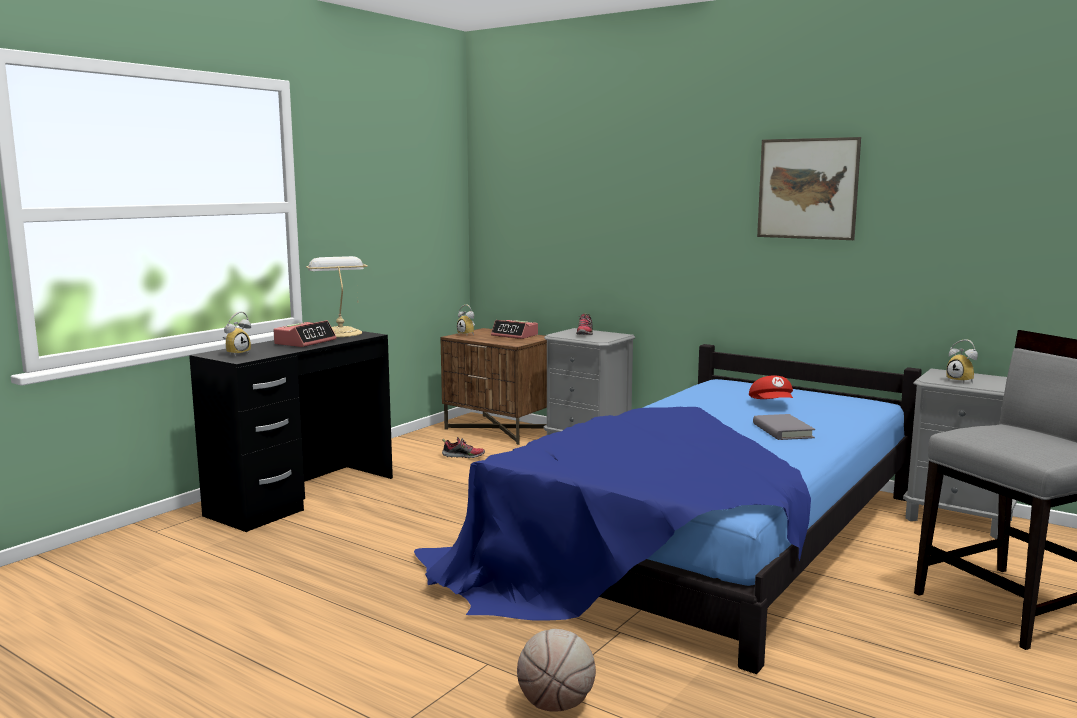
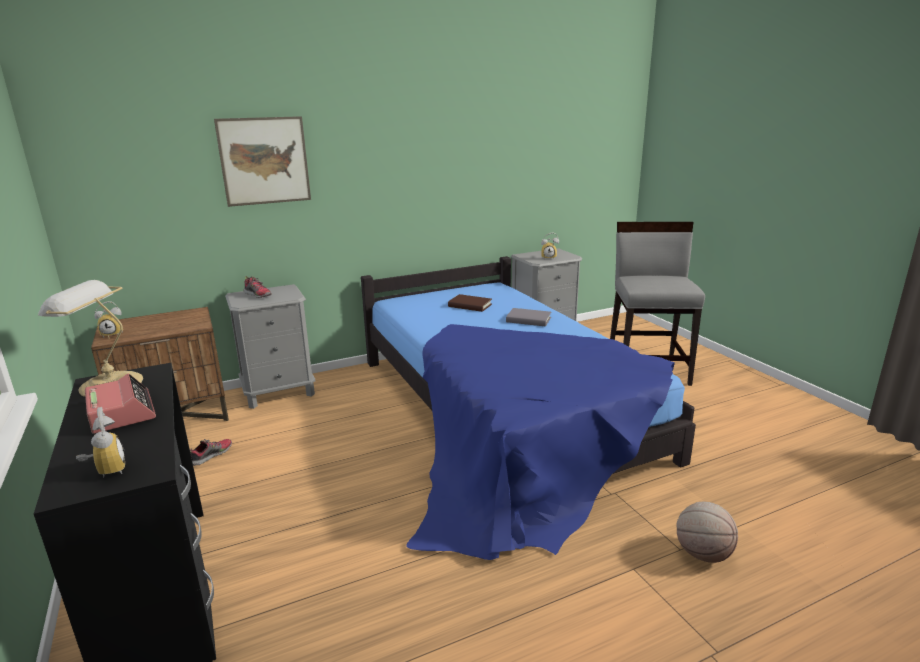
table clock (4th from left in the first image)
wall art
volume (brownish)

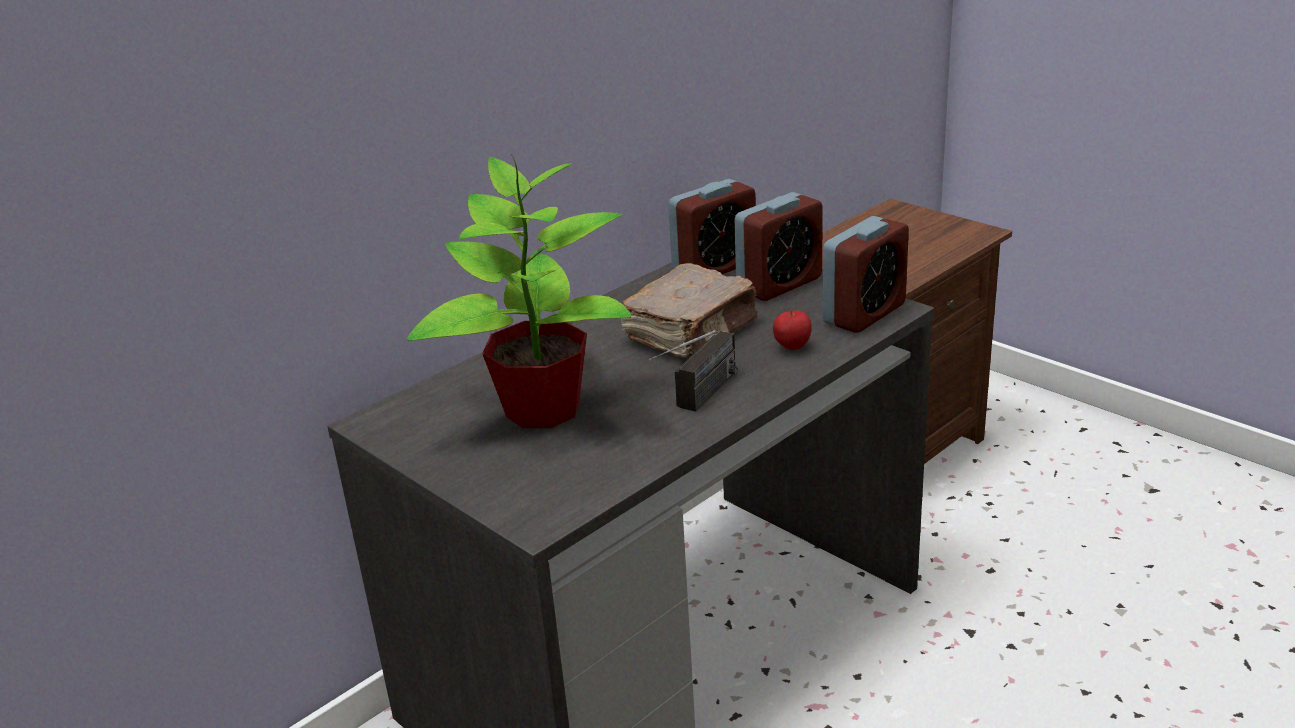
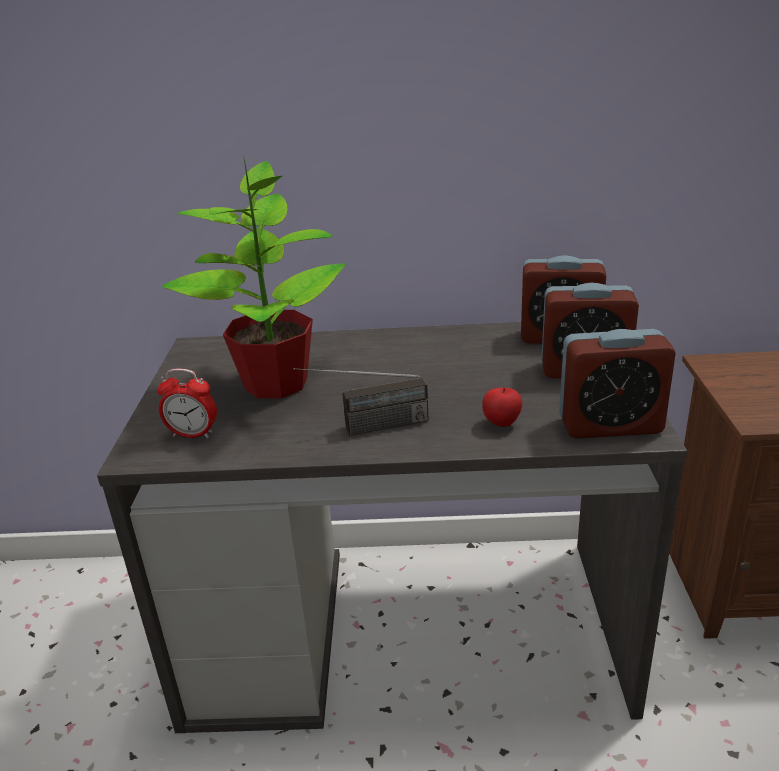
volume (brownish)
table clock (1st from left)

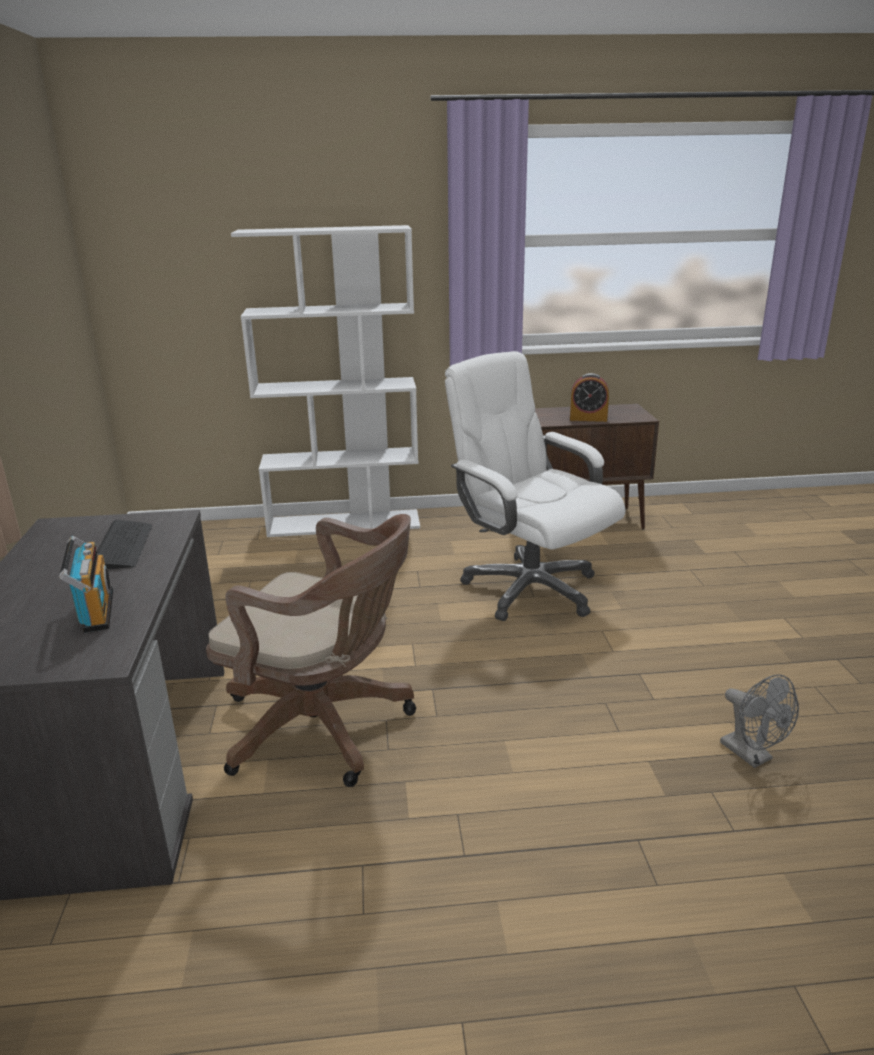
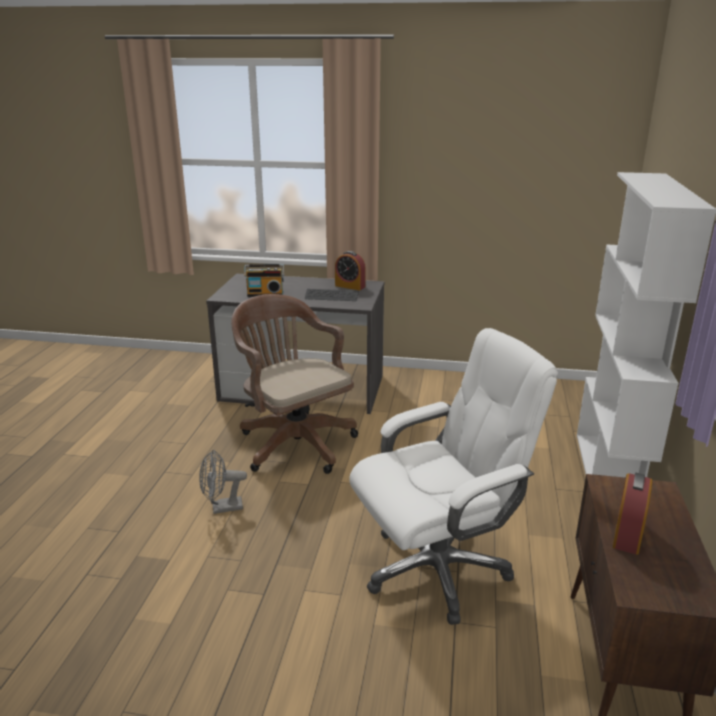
table clock (1st from left)
cooling fan (greyish)
office chair (brownish)

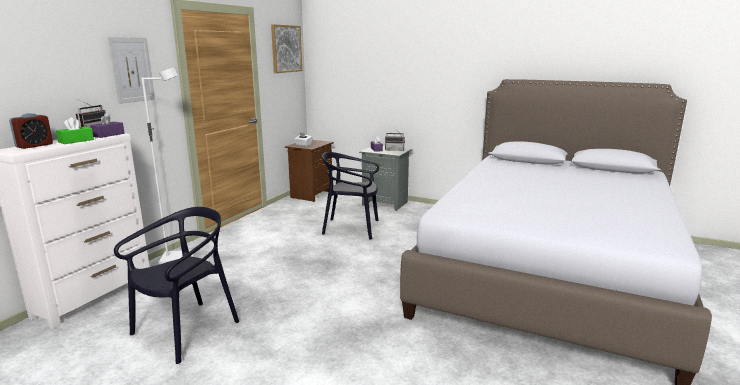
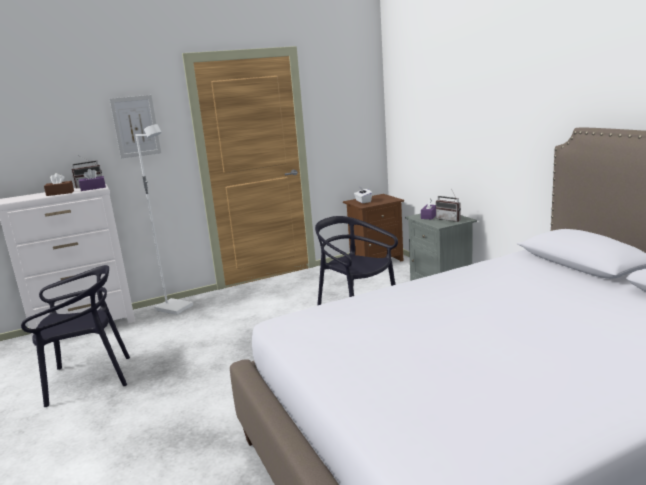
table clock
wall art (2nd from left in the first image)
tissue holder (brownish)

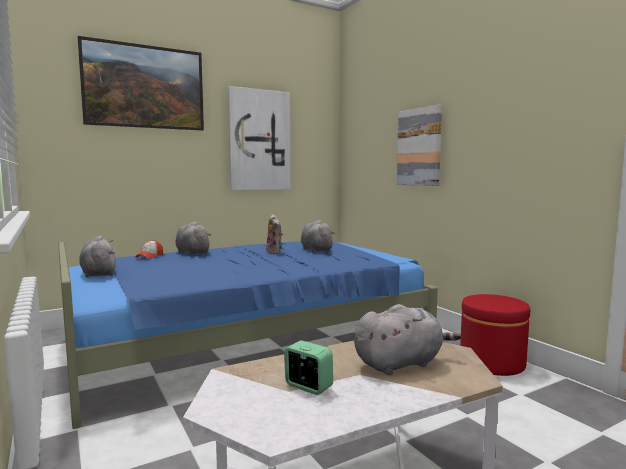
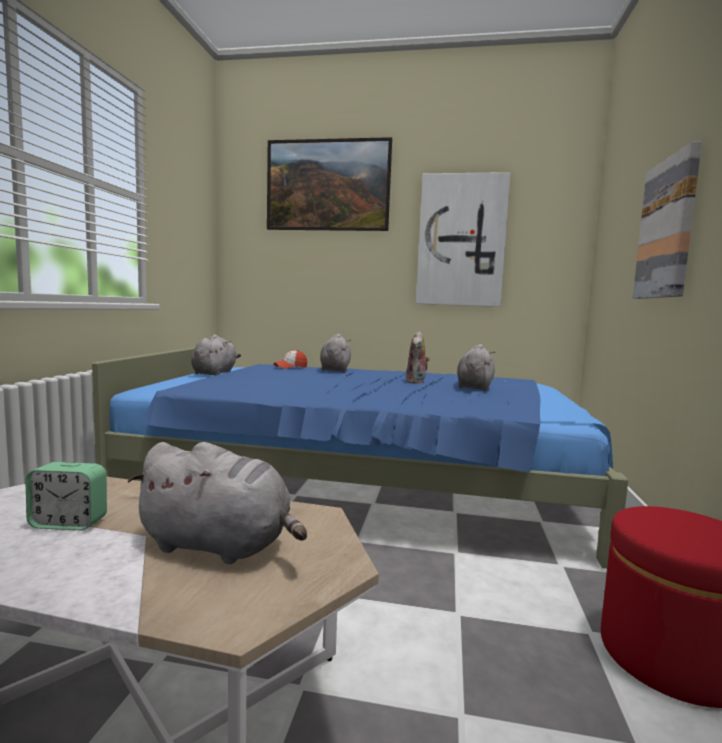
table clock

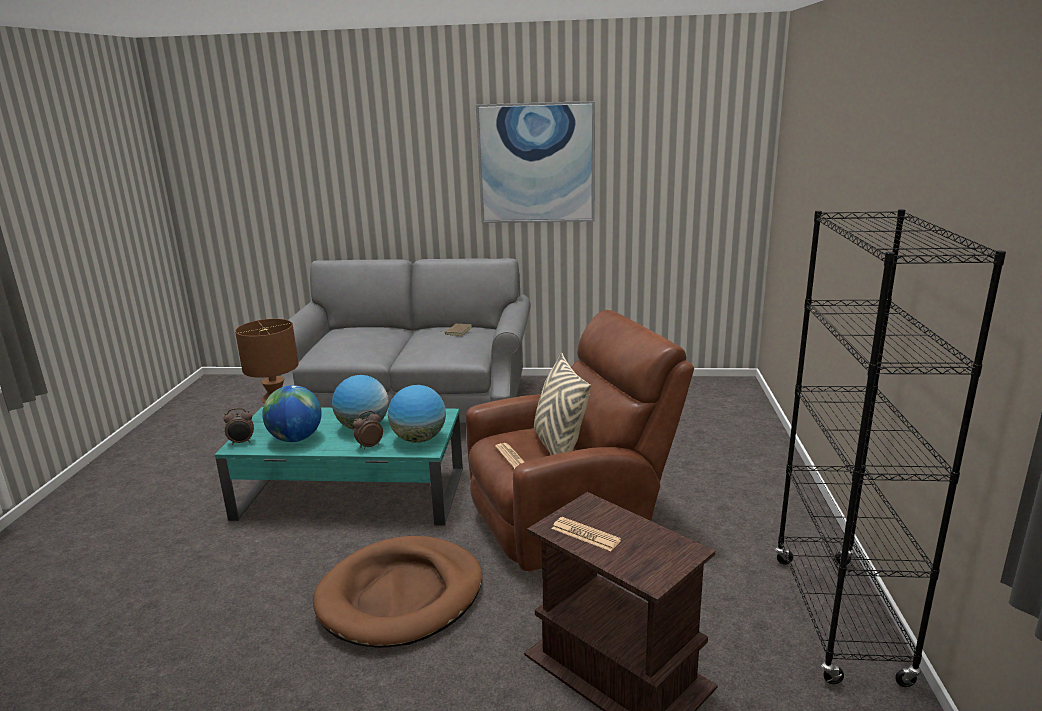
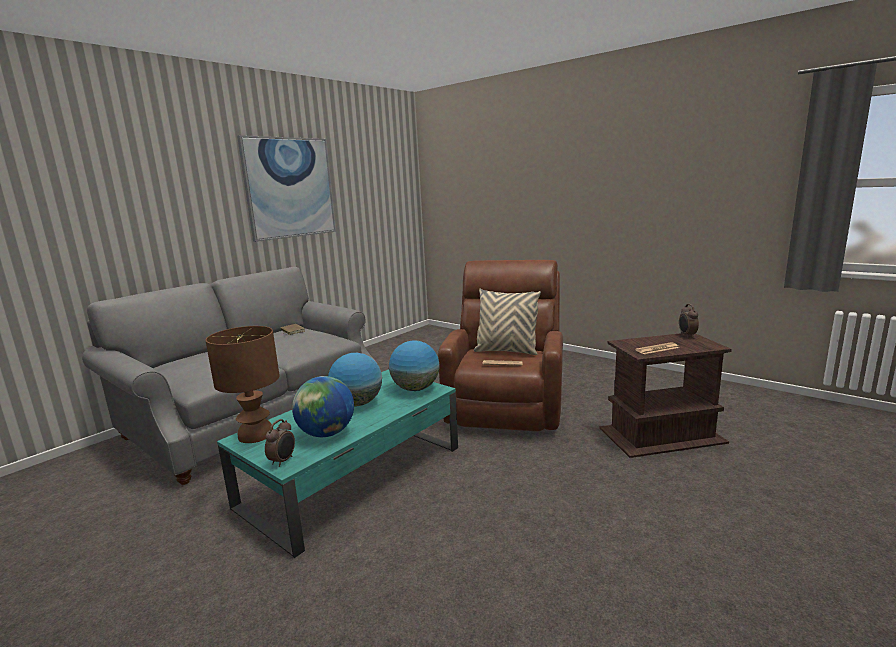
dog cushion (brownish)
shelving unit (black-coloured)
table clock (2nd from left)

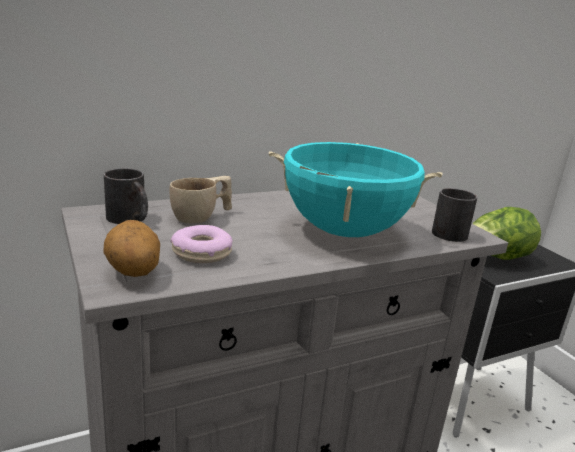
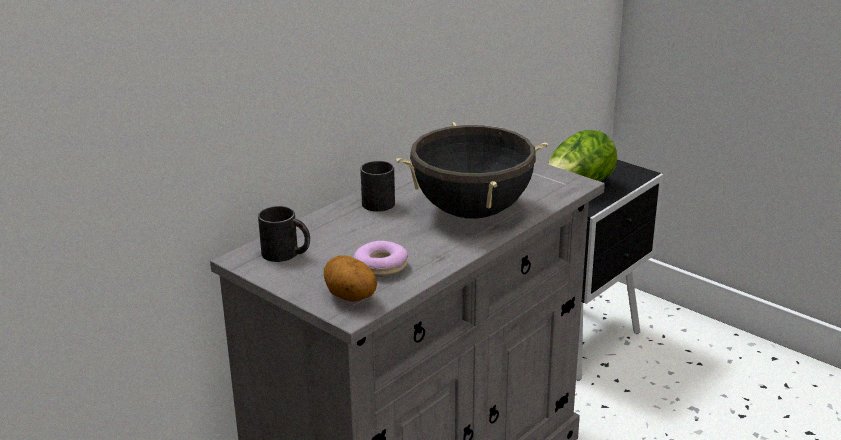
small cup (beige-coloured)
tea mug (black-coloured) (2nd from left)
cooking pot (black-coloured)

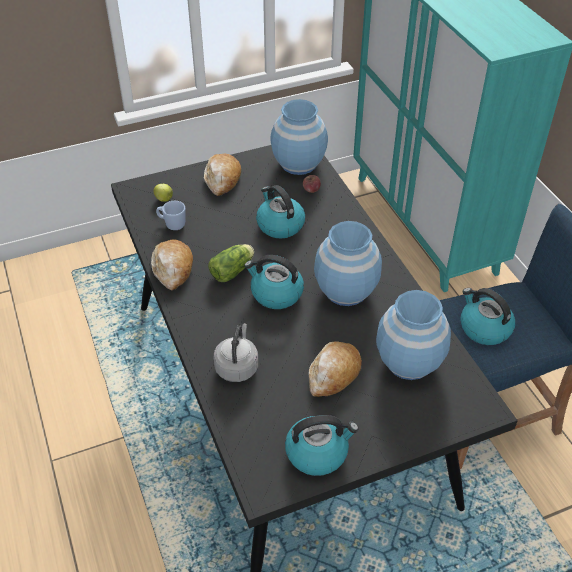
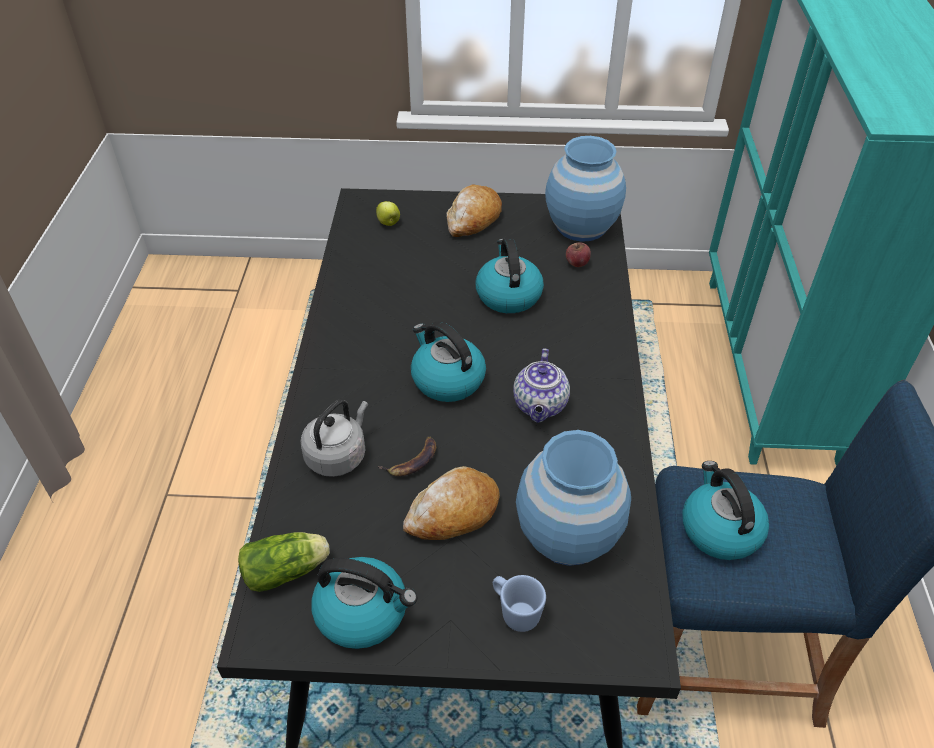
bread (1st from left in the first image)
banana
tea mug (blue)
lettuce
teapot

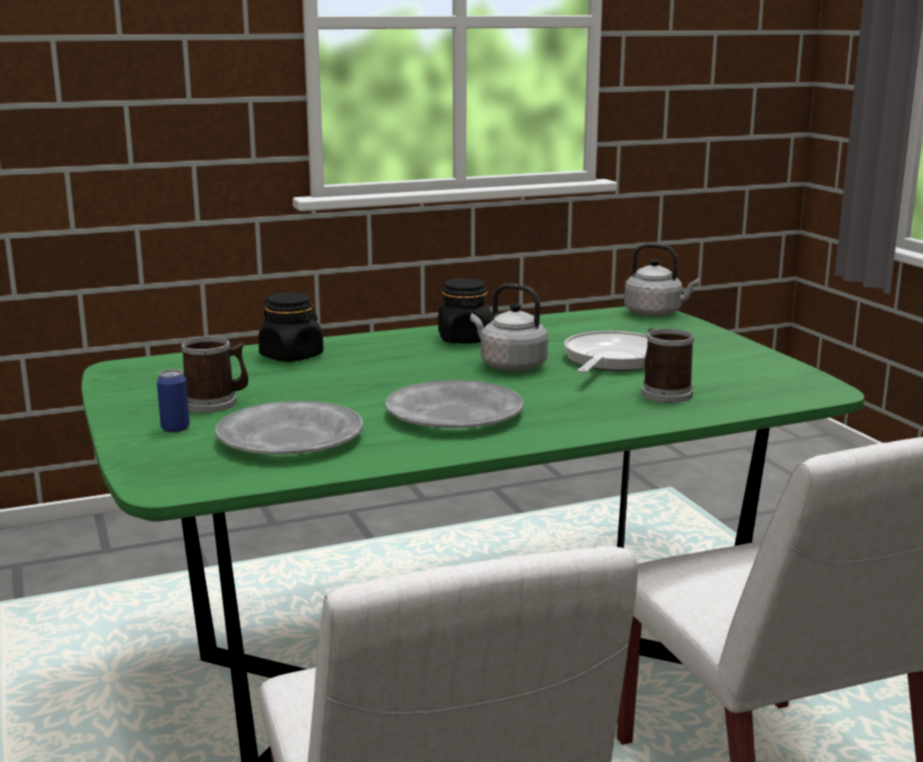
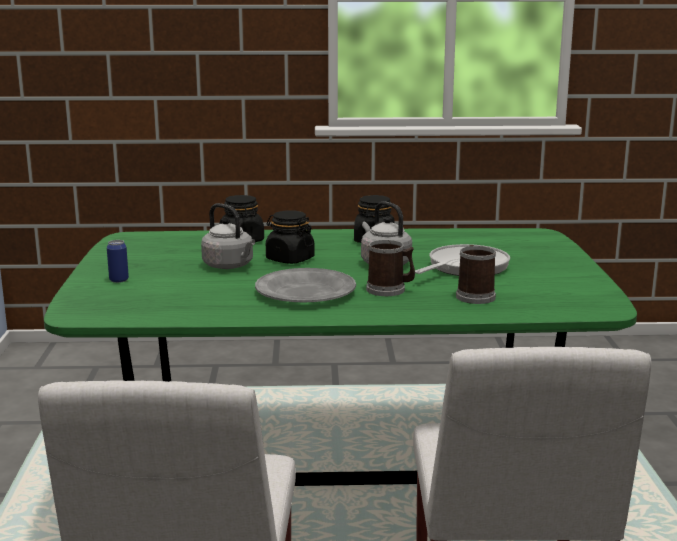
dinner plate (greyish) (1st from left in the first image)
preserve jar (black-coloured) (2nd from left)
tea mug (1st from left)
kettle (greyish) (1st from left)

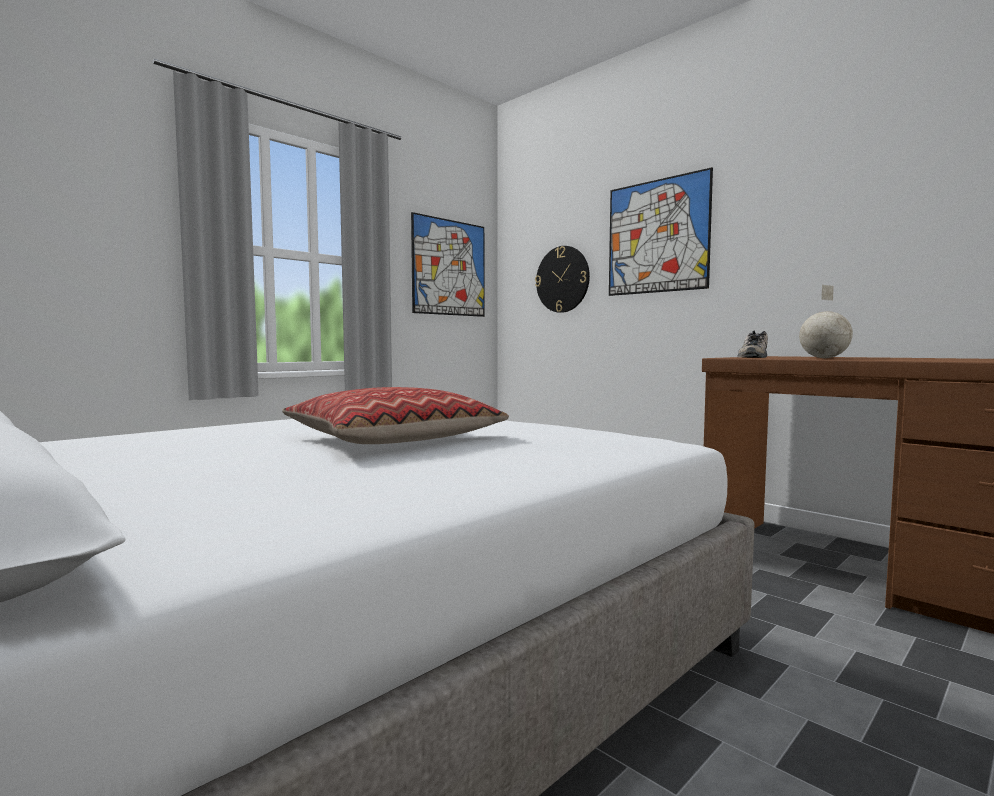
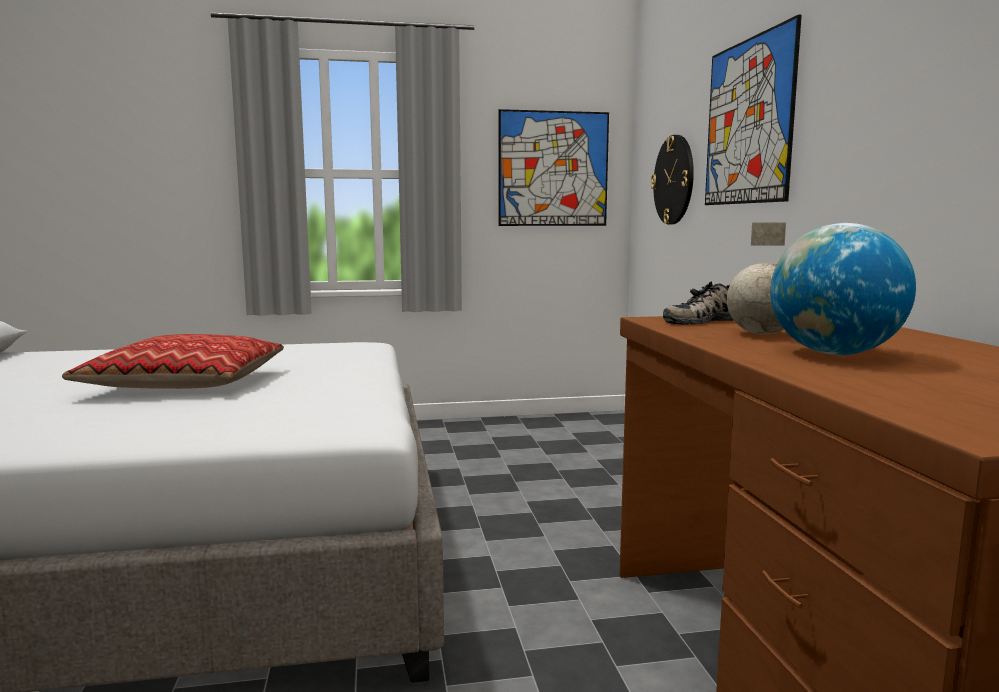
desk globe (2nd from left)

